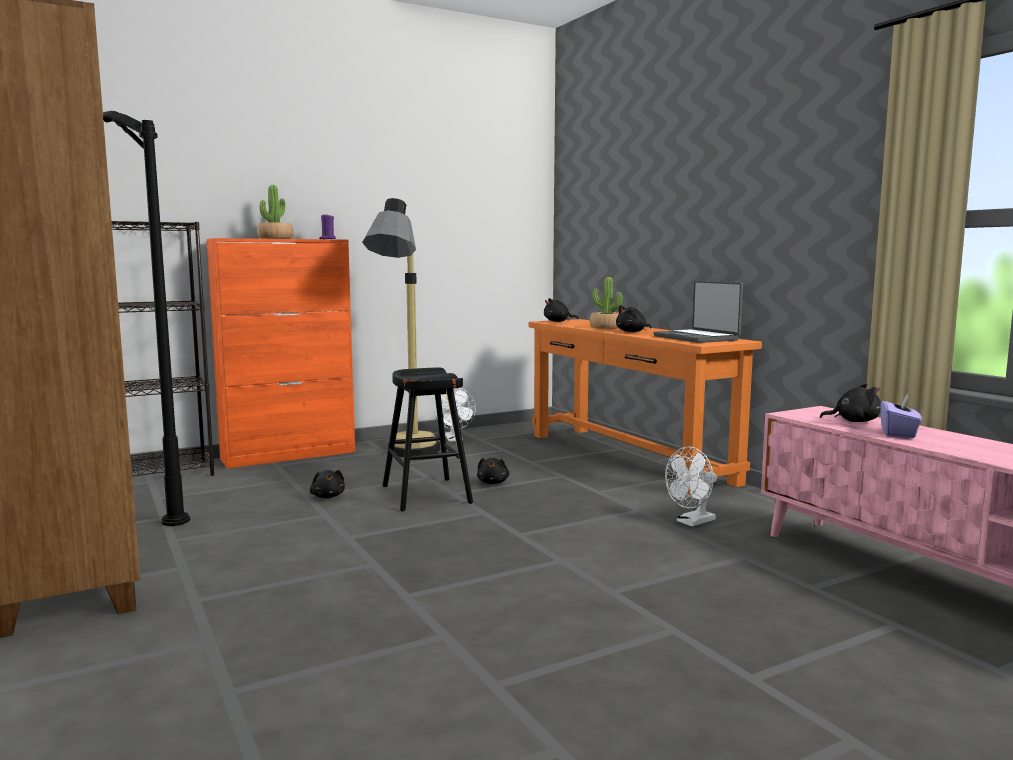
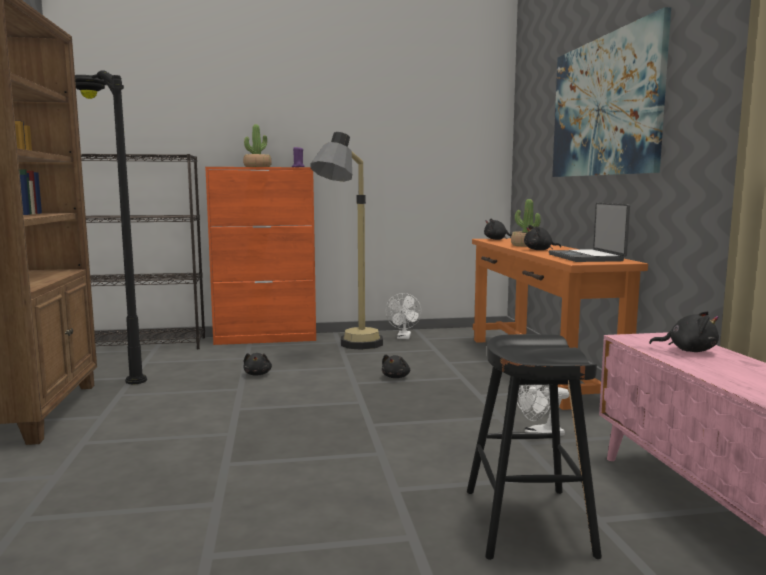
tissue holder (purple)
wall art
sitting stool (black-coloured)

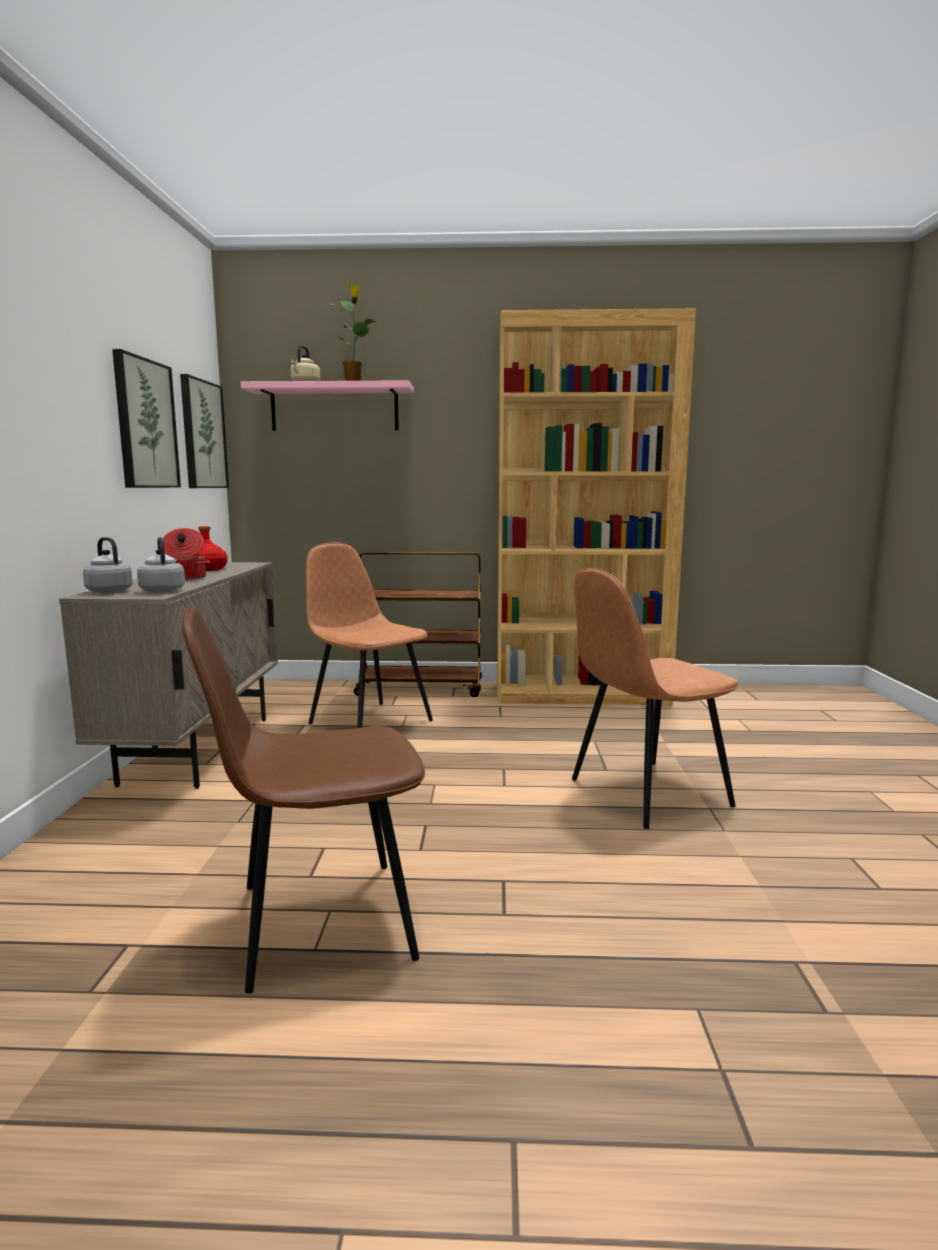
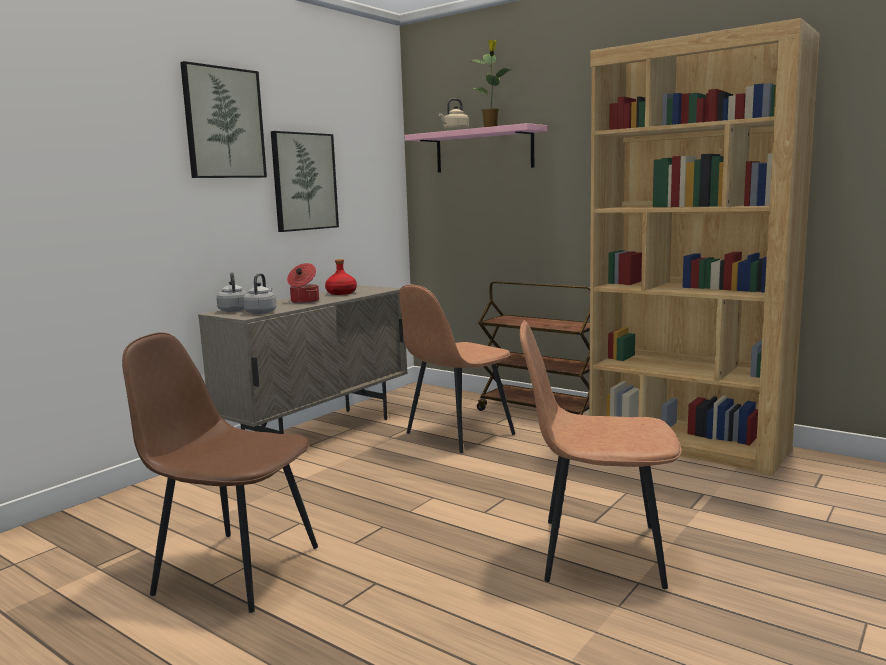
wall art (1st from left)
plain chair (brownish) (2nd from left)

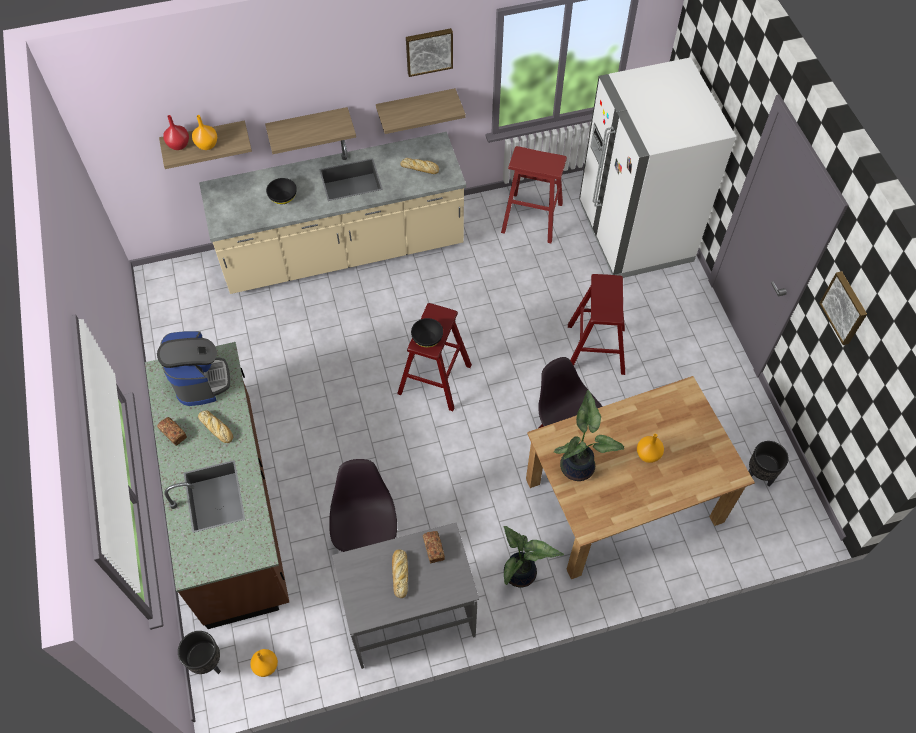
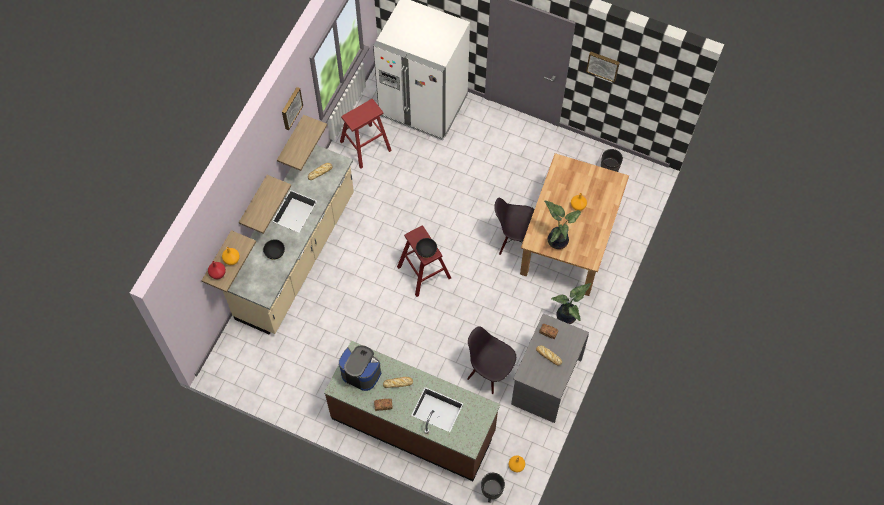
sitting stool (red-coloured) (3rd from left in the first image)

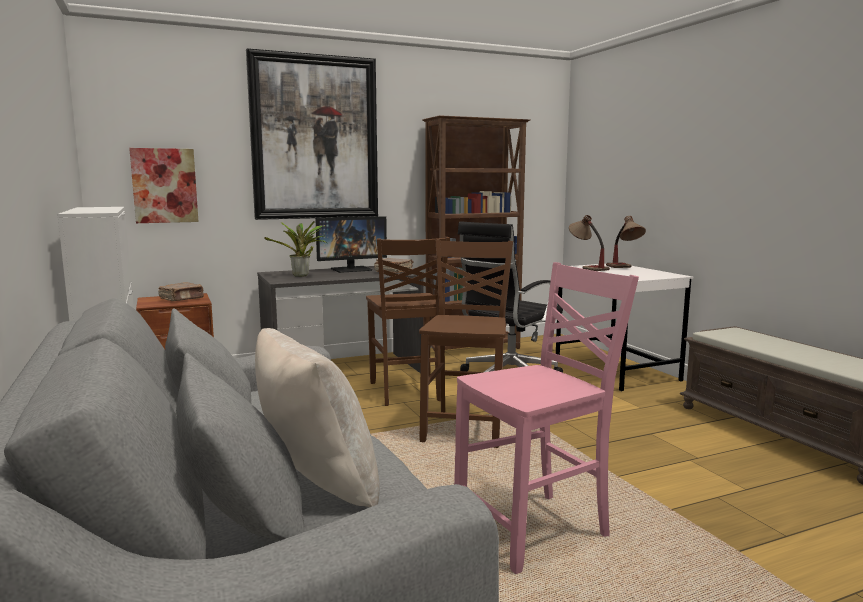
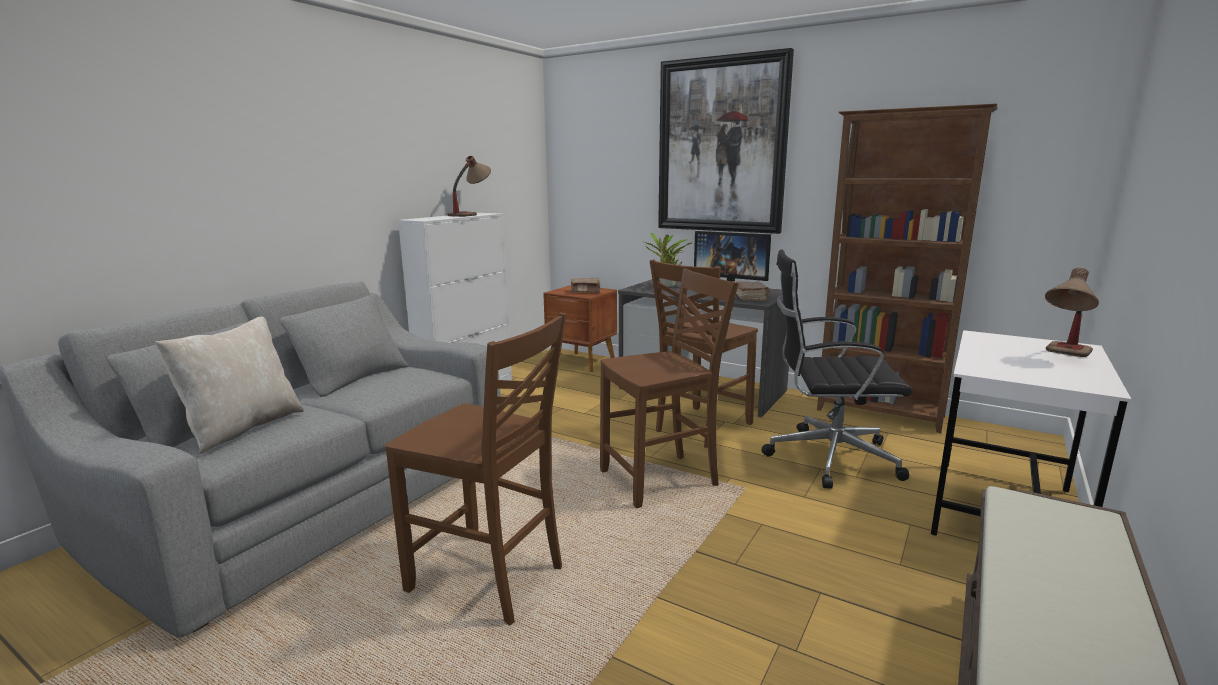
wall art (1st from left in the first image)
lamp for a table (1st from left)
plain chair (brownish) (1st from left)

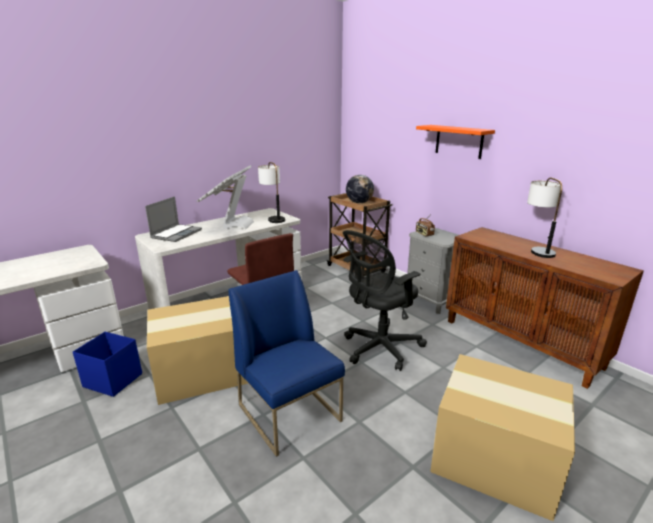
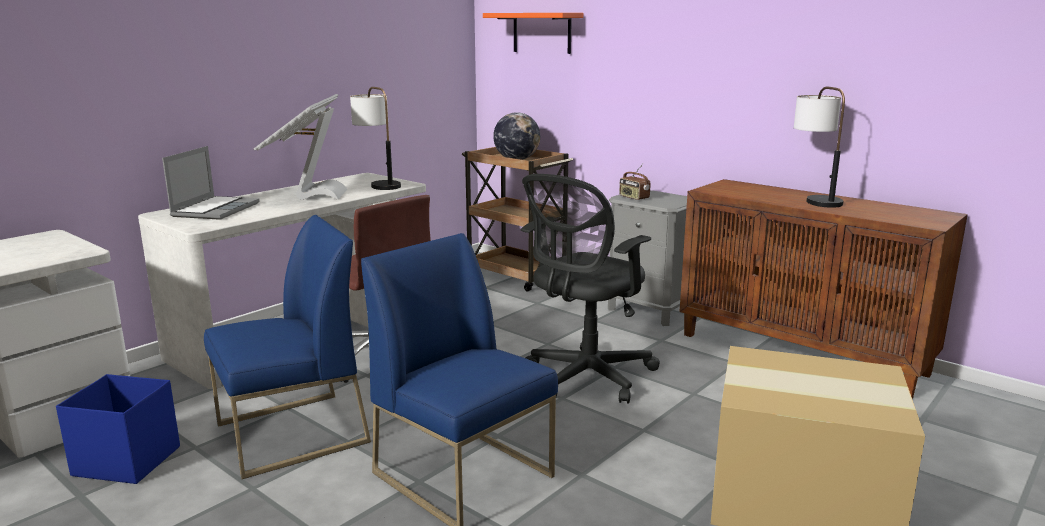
shelf (orange-coloured)
plain chair (blue) (1st from left)

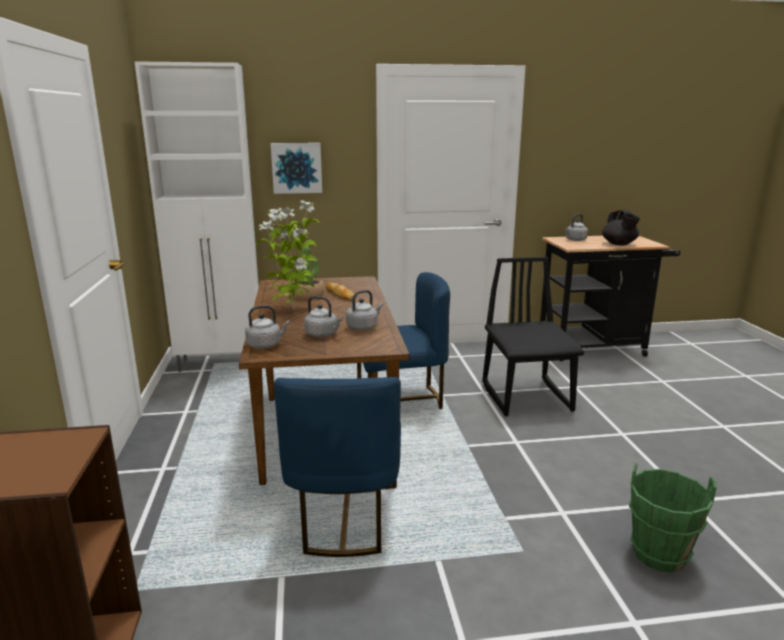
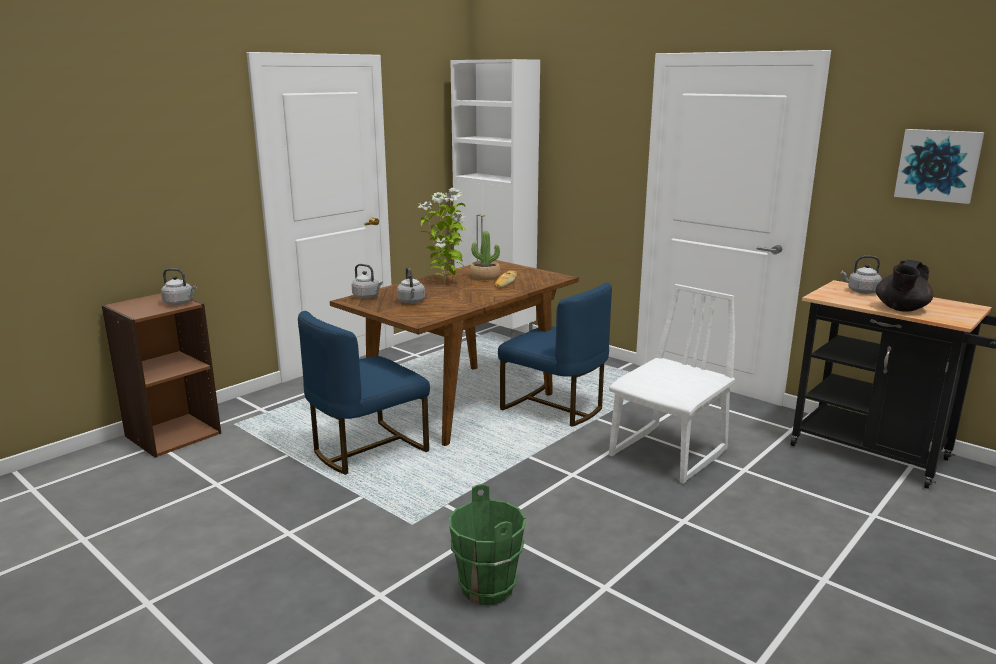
wall art
kettle (greyish) (1st from left)
plain chair (whitish)

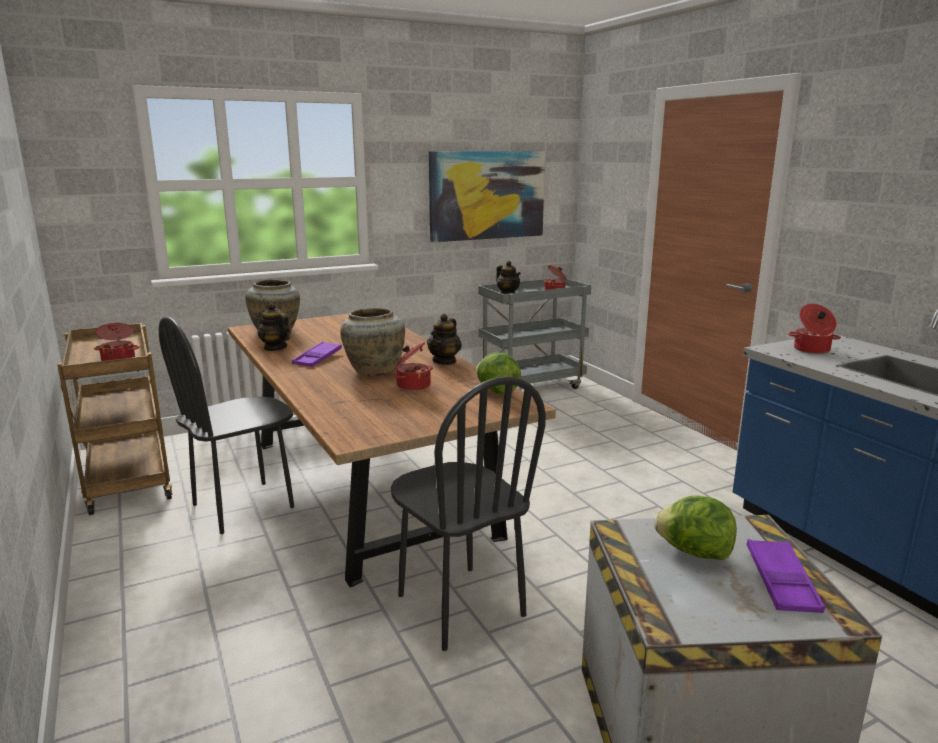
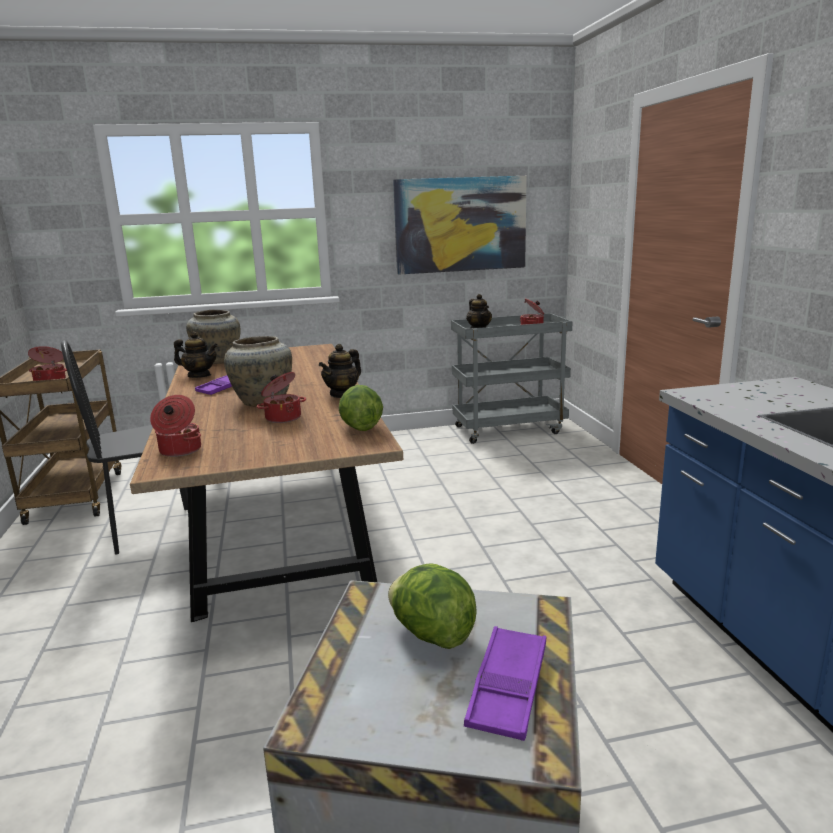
plain chair (black-coloured) (2nd from left in the first image)
cooking pot (2nd from left)
teapot (1st from left)

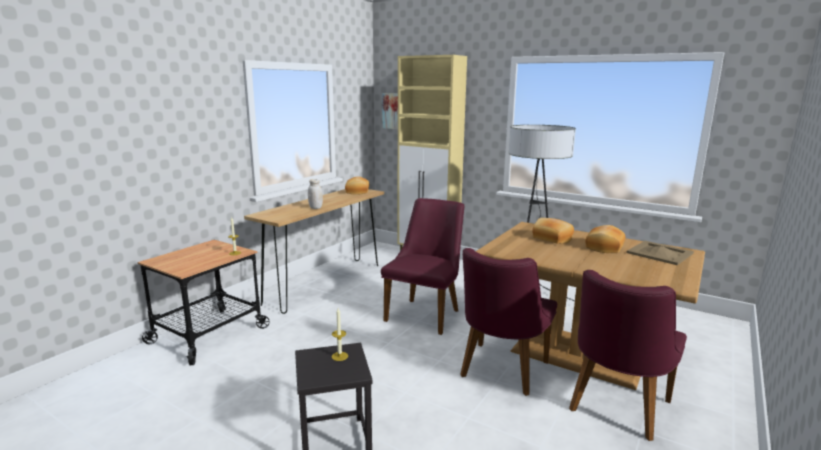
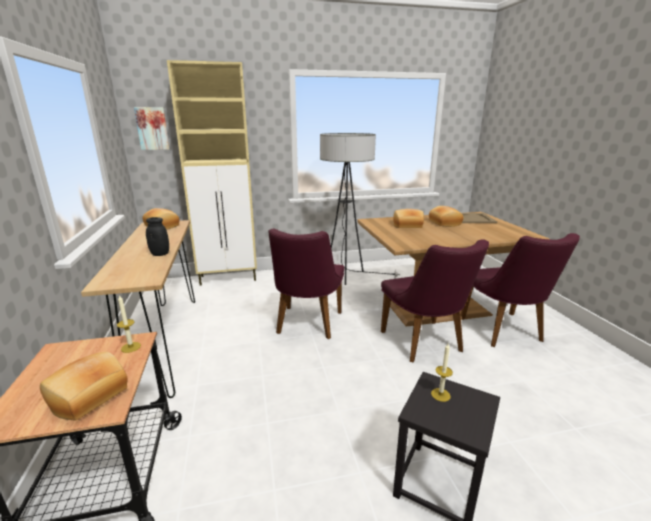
bread (1st from left)
preserve jar (black-coloured)
plain chair (purple) (1st from left)

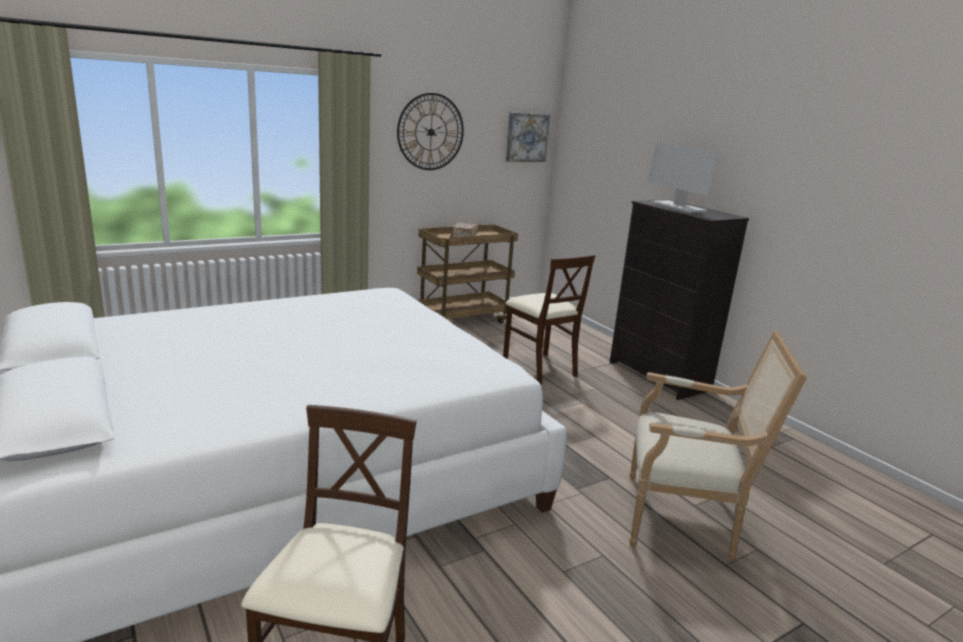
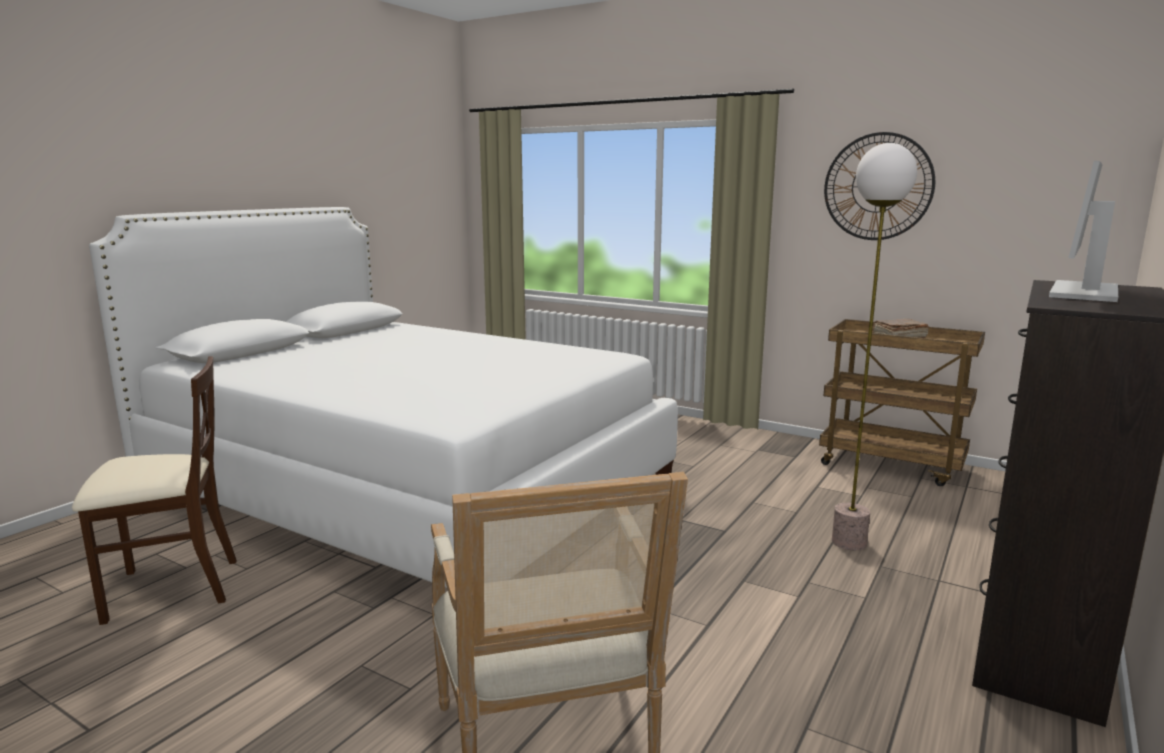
wall art
standing lamp

